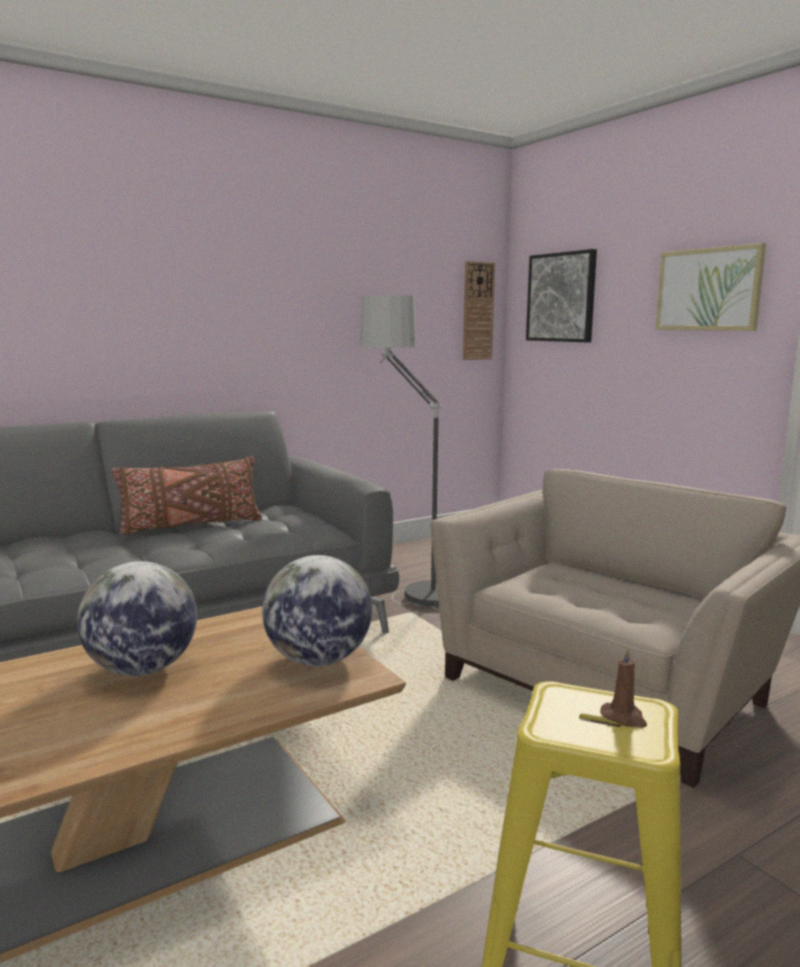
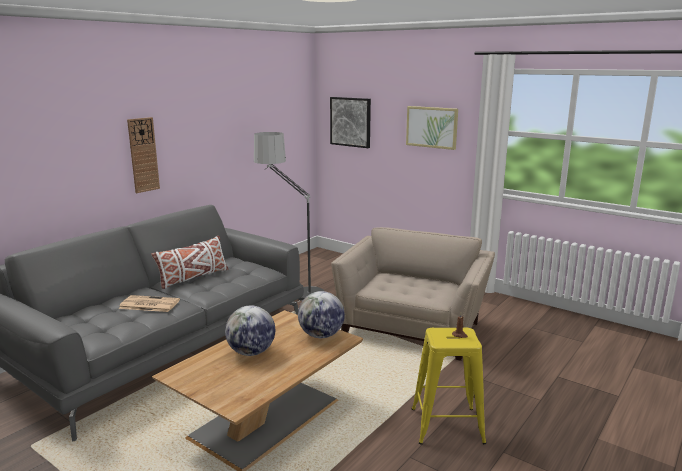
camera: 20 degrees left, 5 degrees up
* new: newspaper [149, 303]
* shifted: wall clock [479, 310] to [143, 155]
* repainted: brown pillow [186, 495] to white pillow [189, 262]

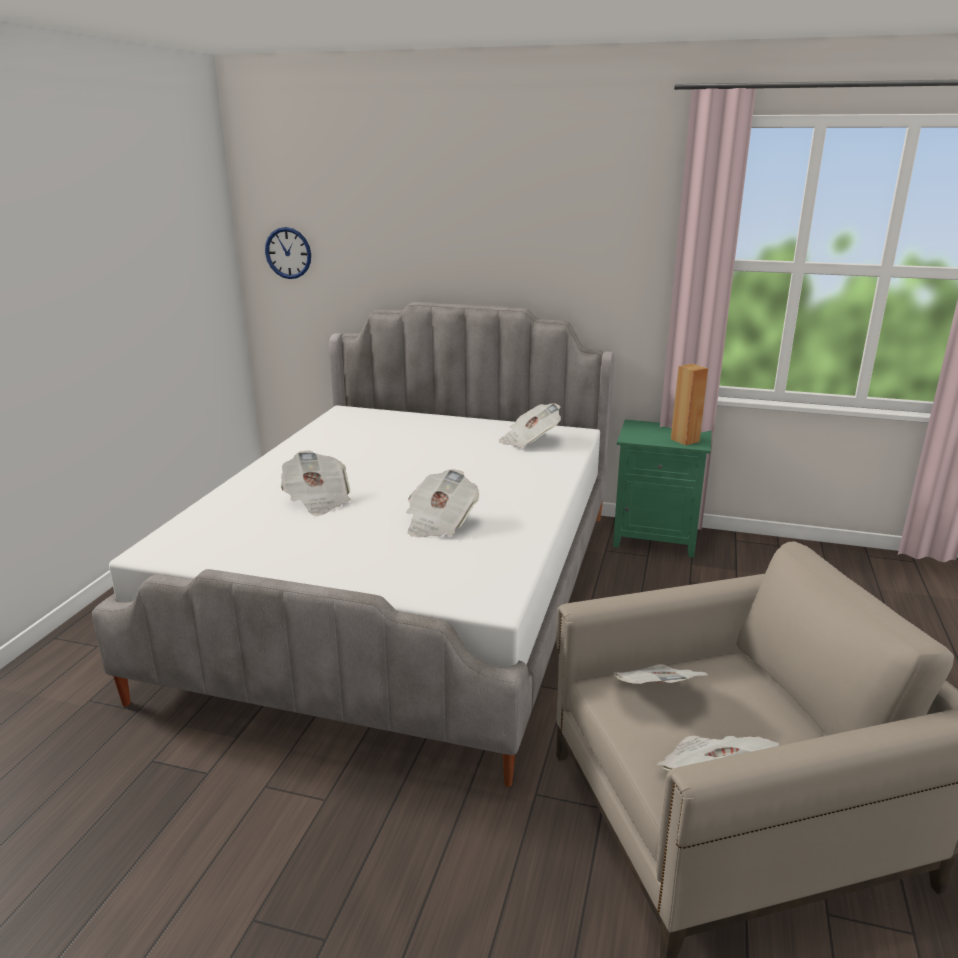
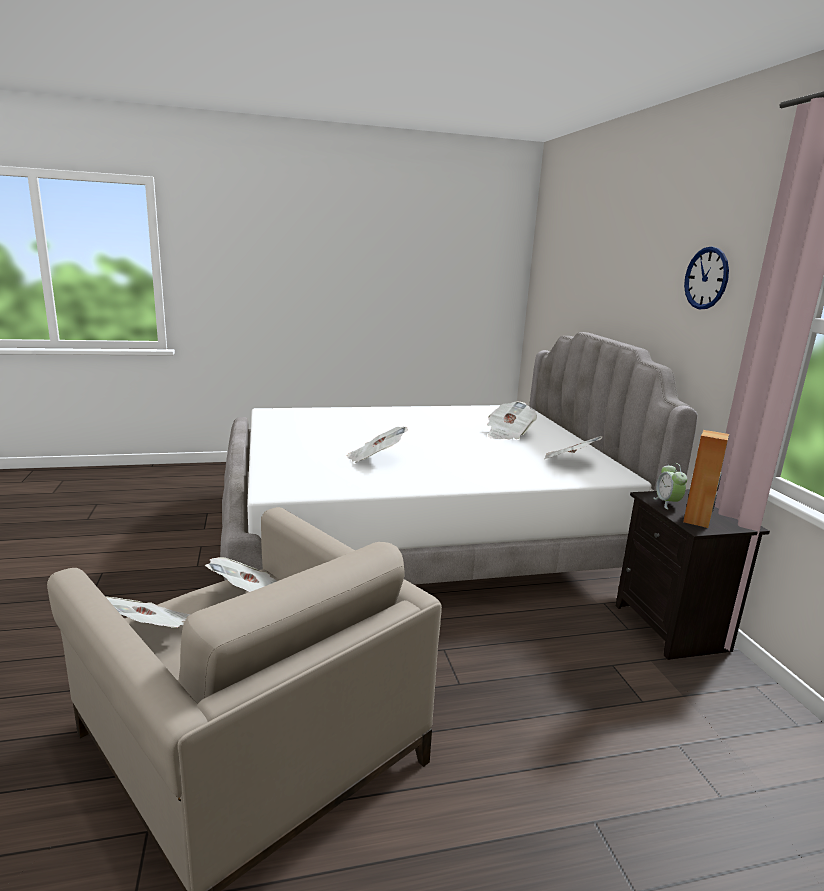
camera: 60 degrees right, 5 degrees down
* new: alarm clock [670, 486]
* shifted: wall clock [288, 253] to [706, 278]
* shifted: newspaper [316, 483] to [512, 420]
* repainted: green nightstand [662, 489] to black nightstand [693, 574]

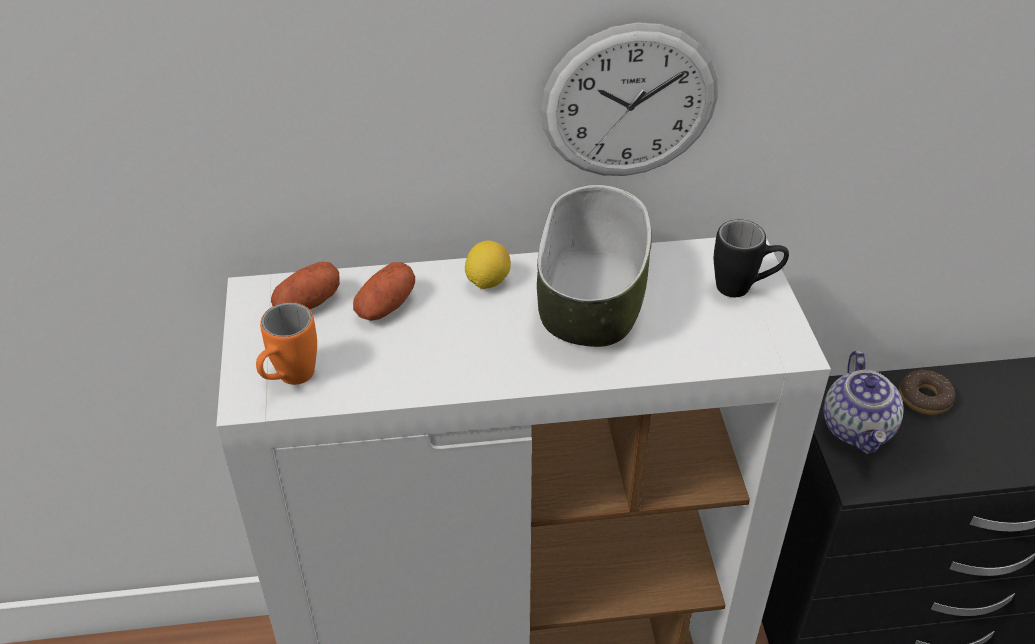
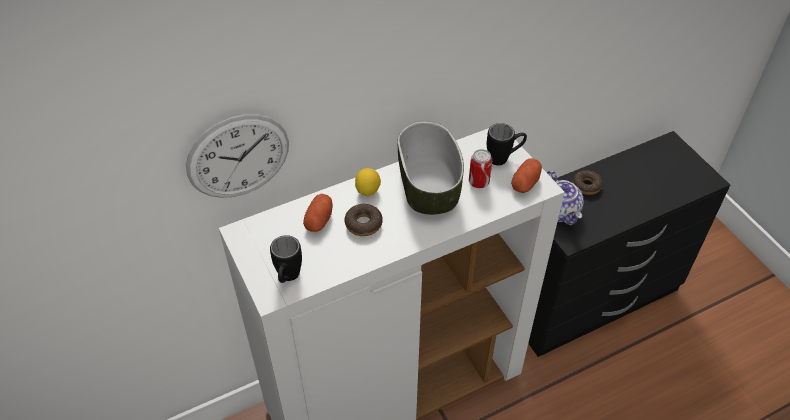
camera: 20 degrees left, 5 degrees up
* new: donut [364, 220]
* new: can [480, 168]
* shifted: potato [305, 285] to [526, 175]
* shifted: wall clock [629, 99] to [237, 156]
* repainted: orange mug [286, 343] to black mug [286, 259]

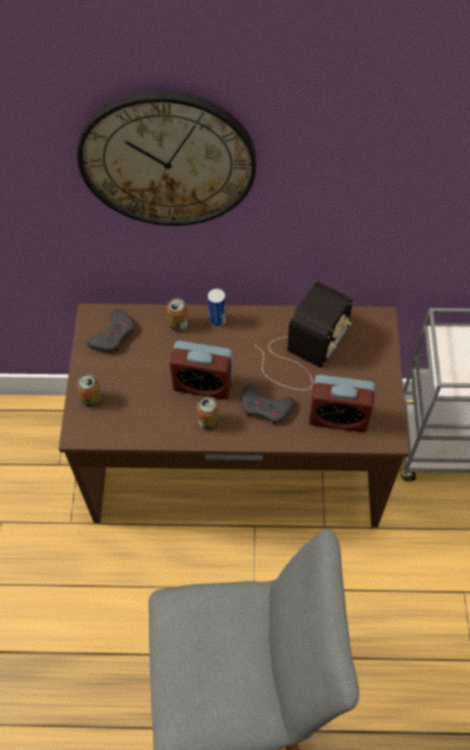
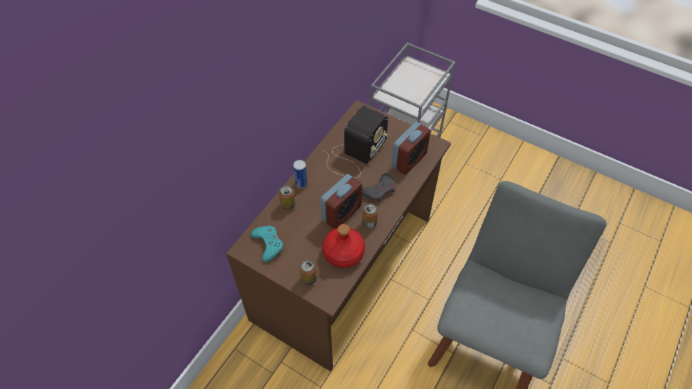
camera: 60 degrees left, 5 degrees down
* gone: wall clock [166, 158]
* new: red bottle [343, 246]
* repainted: grey game controller [110, 330] to turquoise game controller [267, 244]
* rotated: radio [303, 336] = [355, 142] 60 degrees clockwise

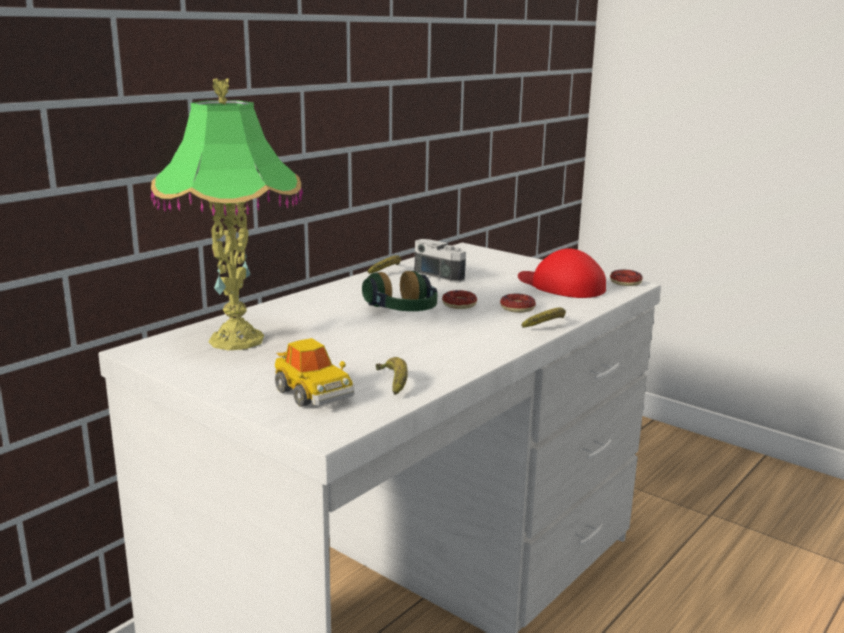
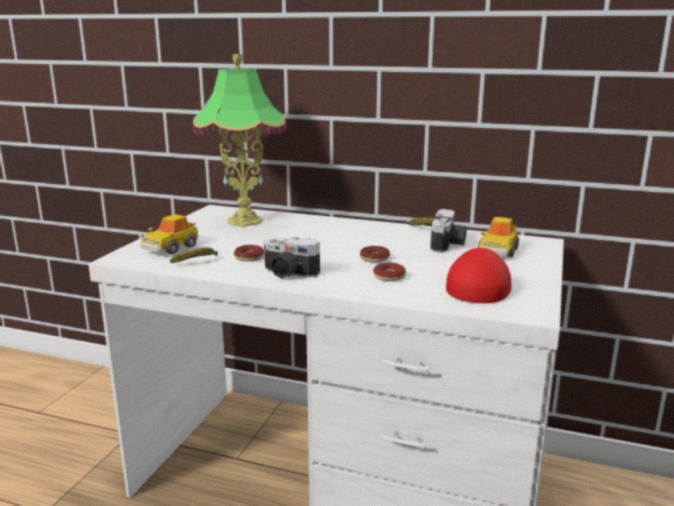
camera: 70 degrees right, 0 degrees up
* gone: headphones [400, 291]
* gone: banana [543, 318]
* new: photo camera [292, 258]
* new: toy car [498, 237]
* shifted: donut [626, 277] to [249, 253]

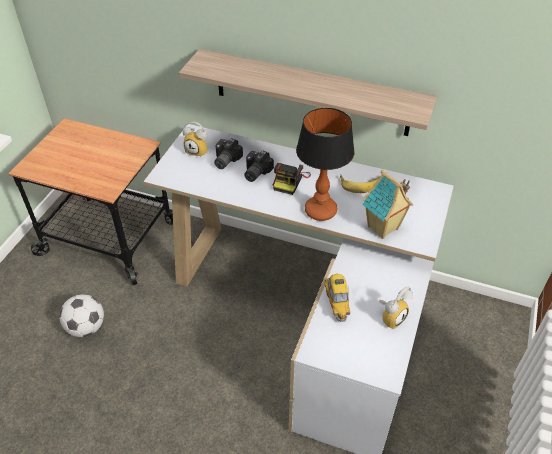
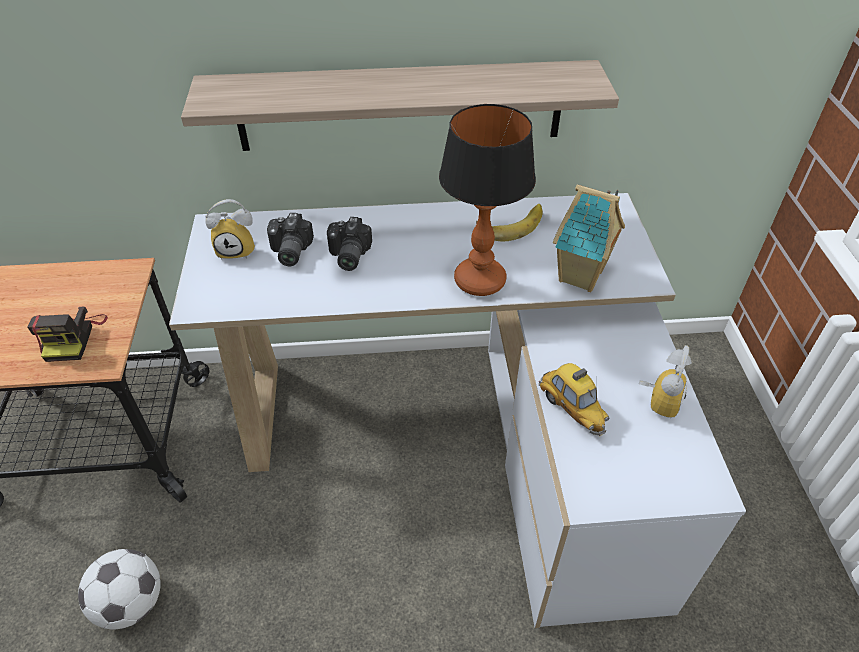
camera: 25 degrees left, 0 degrees up
* shifted: photo camera [292, 179] to [67, 334]

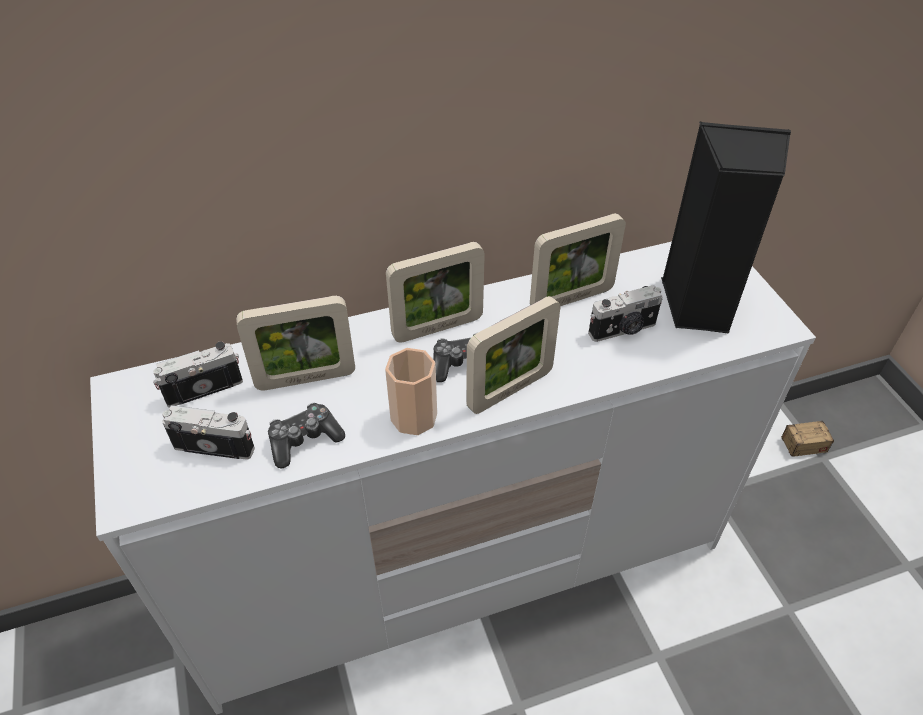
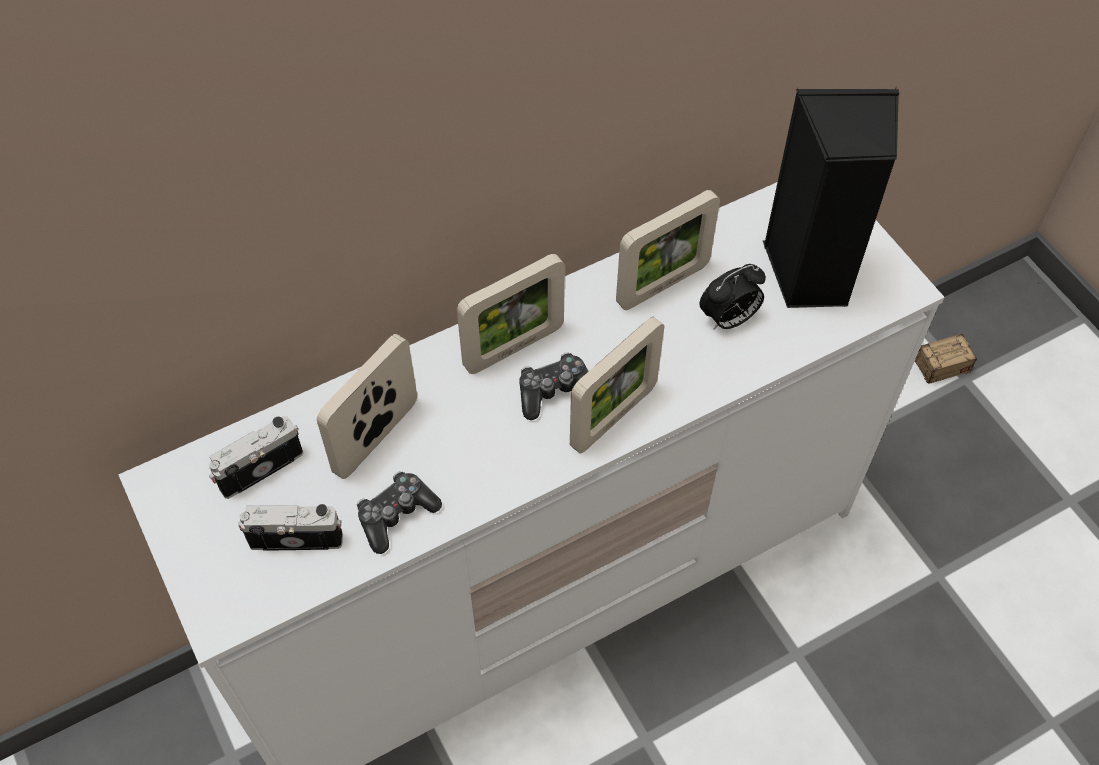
camera: 10 degrees left, 10 degrees up
* gone: cup [411, 391]
* swapped: photo camera [625, 313] to alarm clock [733, 297]
* rotated: picture frame [295, 343] = [367, 406] 150 degrees clockwise

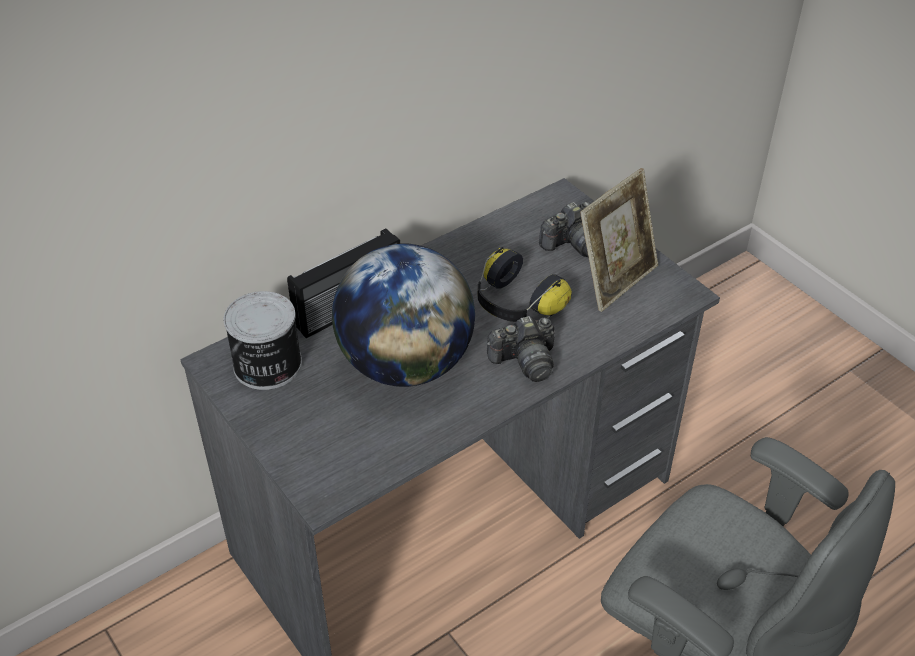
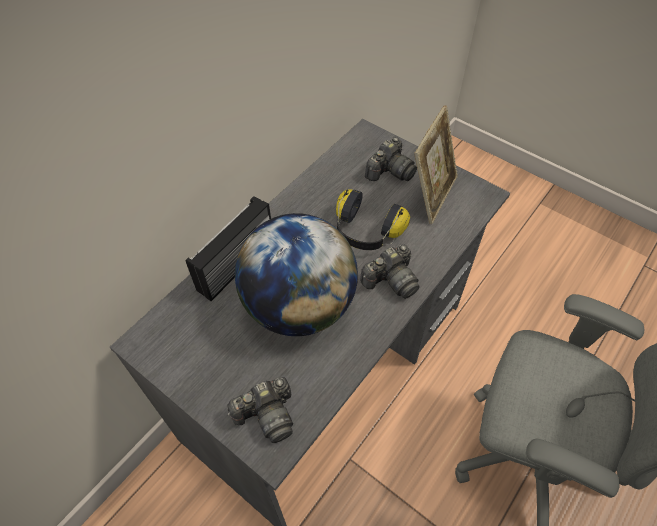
camera: 15 degrees left, 10 degrees up
* gone: can [263, 340]
* new: photo camera [260, 410]

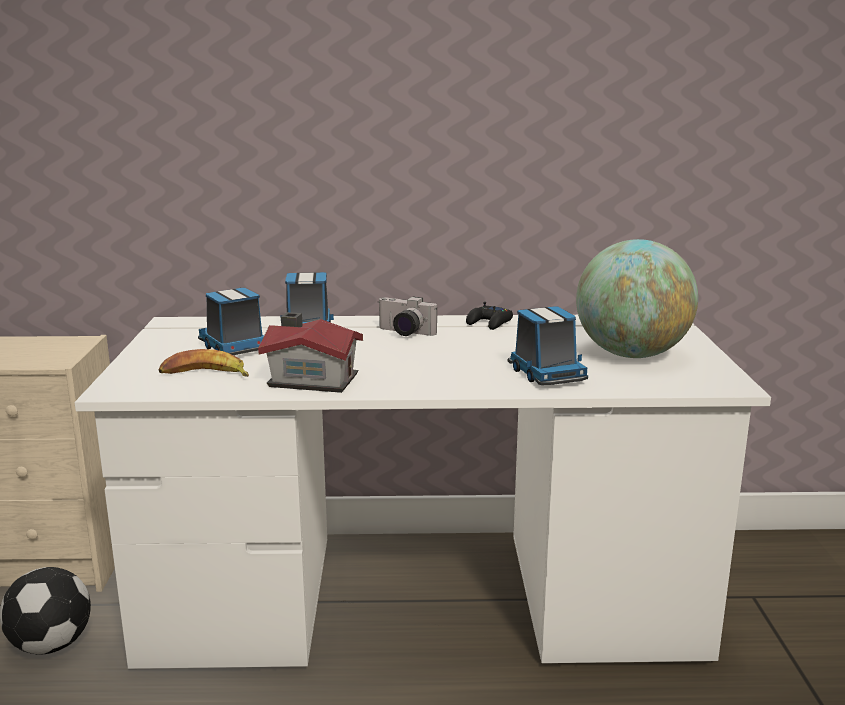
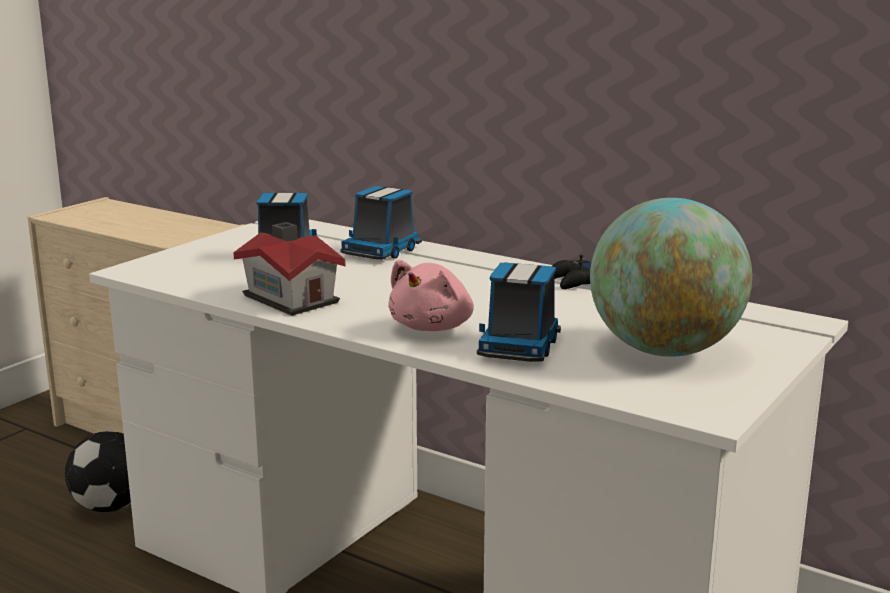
camera: 35 degrees right, 0 degrees up
* gone: banana [204, 363]
* gone: photo camera [407, 316]
* new: pink plush toy [431, 295]

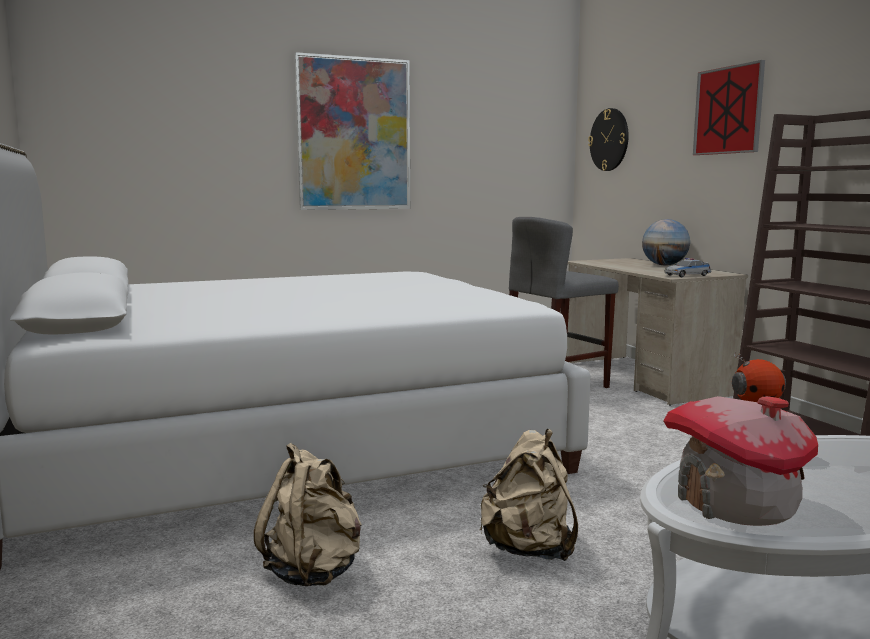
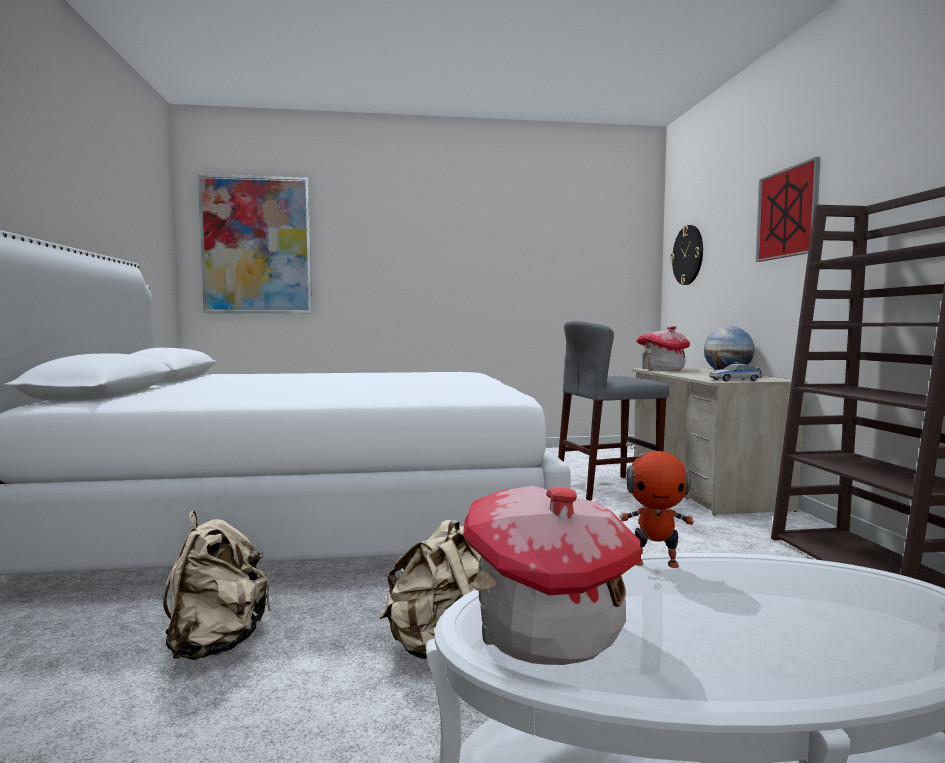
camera: 15 degrees right, 5 degrees down
* new: toy house [663, 348]
* shifted: picture [352, 131] to [255, 243]

